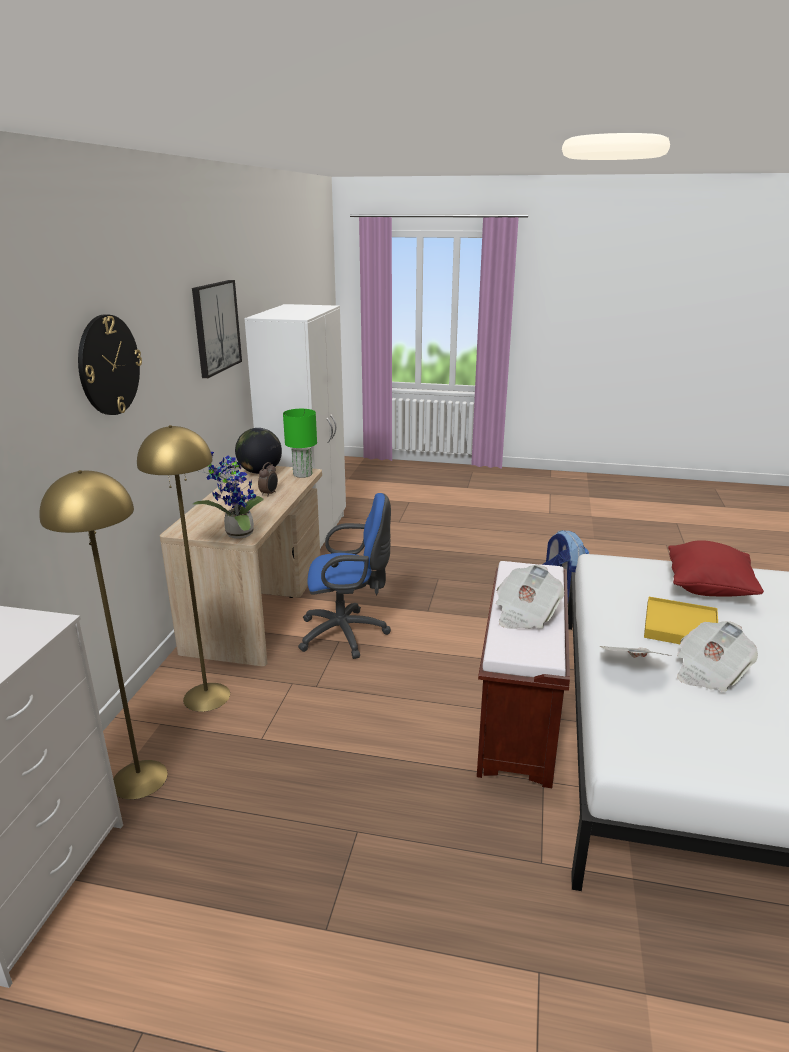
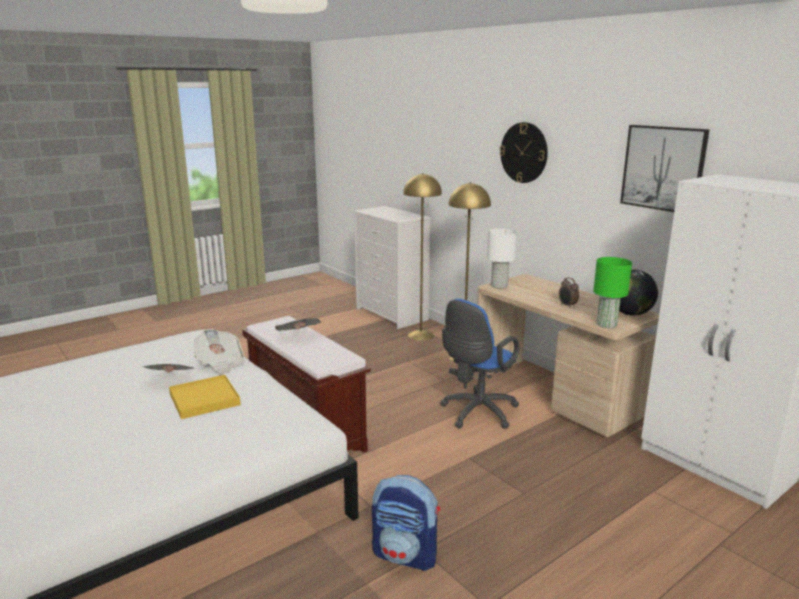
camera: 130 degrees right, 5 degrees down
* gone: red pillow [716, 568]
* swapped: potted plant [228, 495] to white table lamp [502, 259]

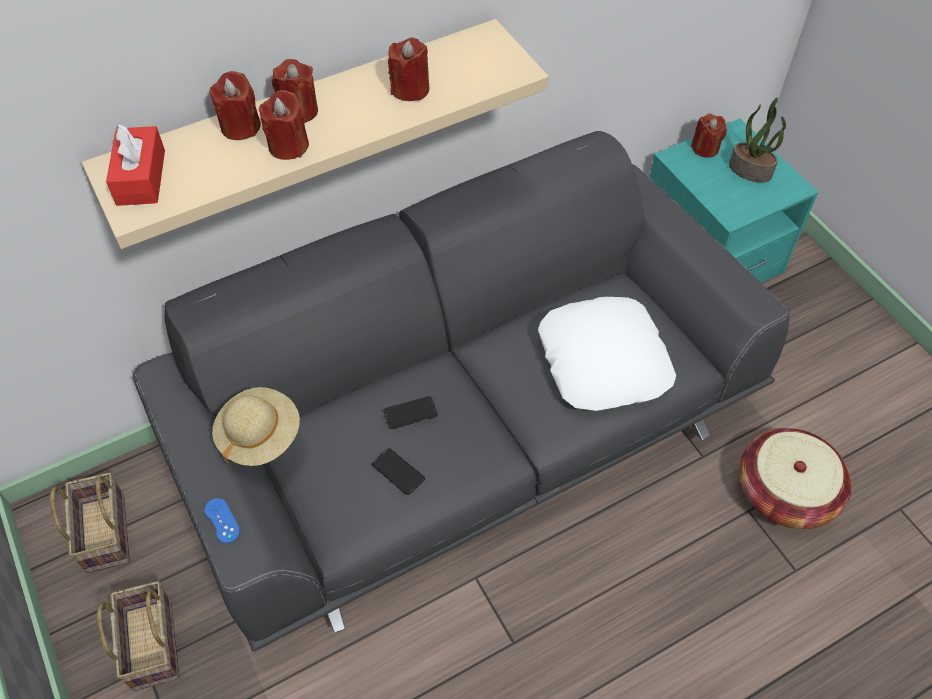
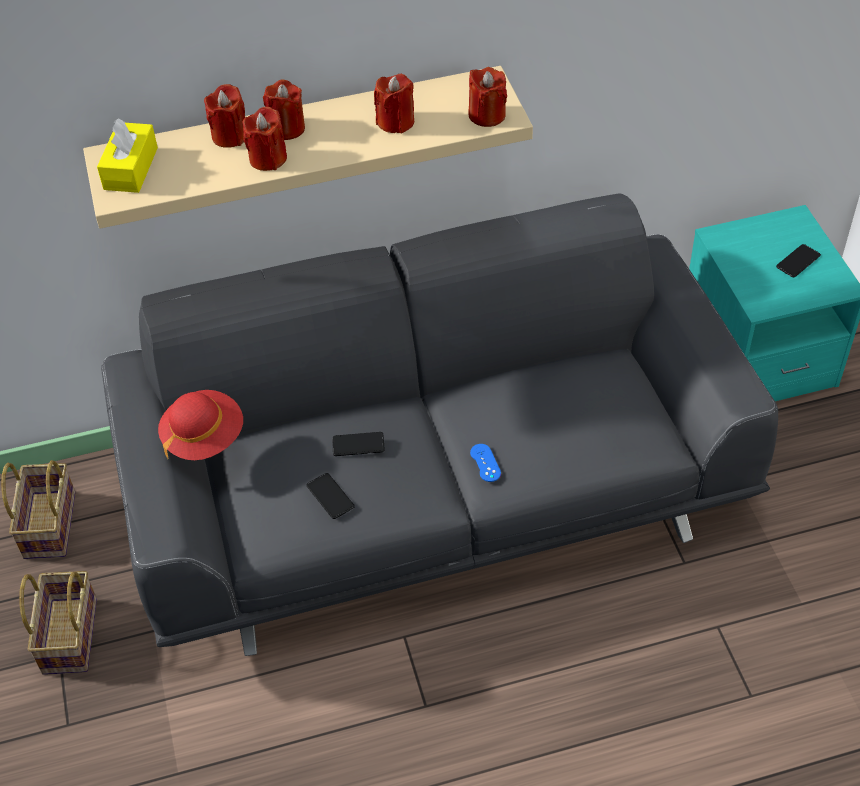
camera: 15 degrees right, 5 degrees down
* gone: white pillow [607, 354]
* gone: basket [795, 478]
* shifted: blue game controller [222, 520] to [485, 463]
* shifted: red candle [709, 136] to [487, 97]
* swapped: potted plant [757, 140] to phone [798, 260]
* repainted: red tissue box [135, 165] to yellow tissue box [127, 155]
* repainted: beige hat [256, 426] to red hat [200, 425]

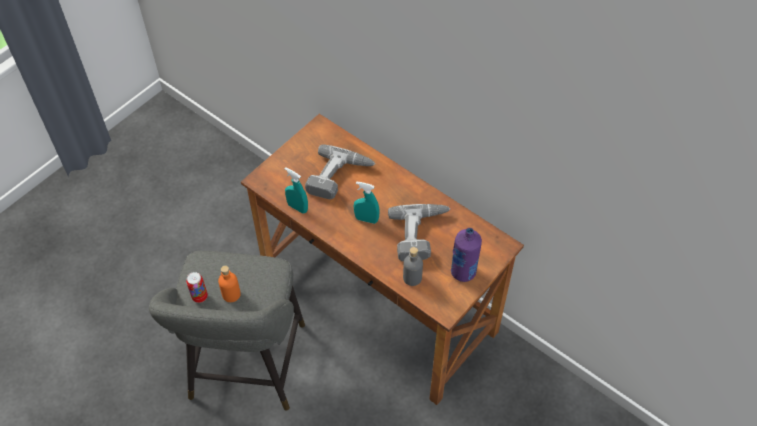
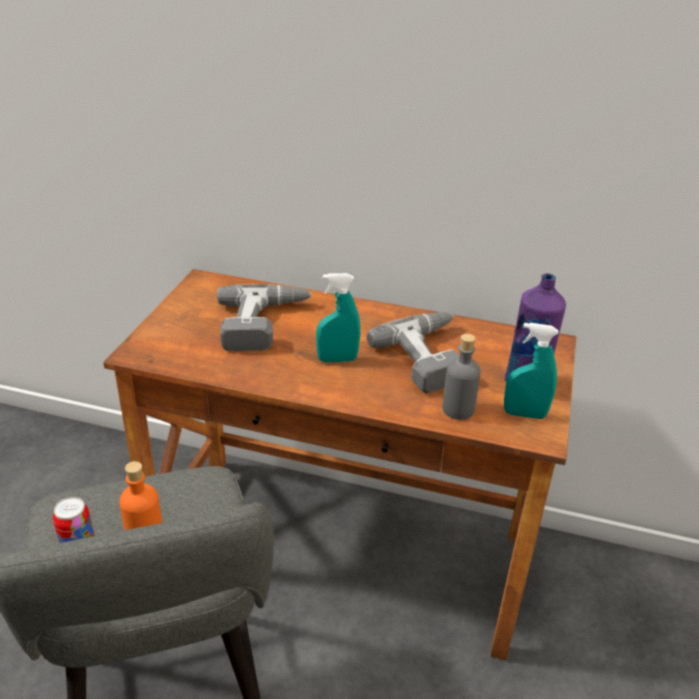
camera: 25 degrees left, 20 degrees down
* shifted: turquoise spray bottle [296, 190] to [531, 371]

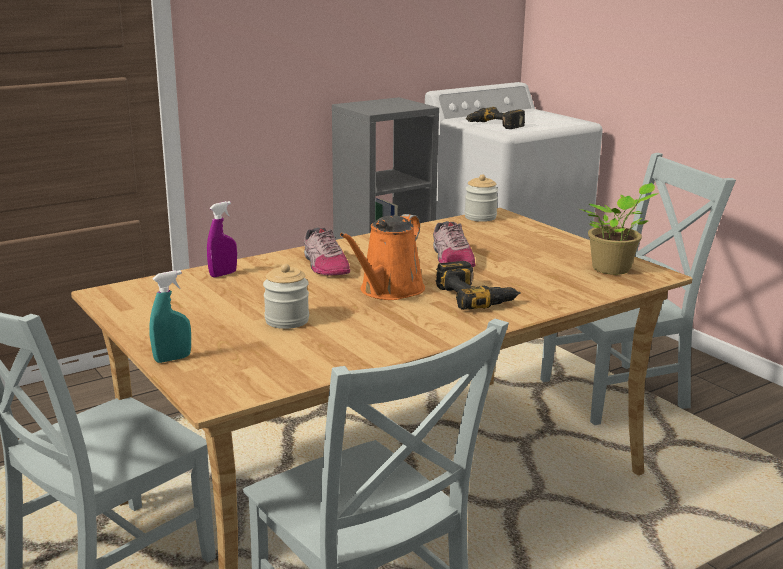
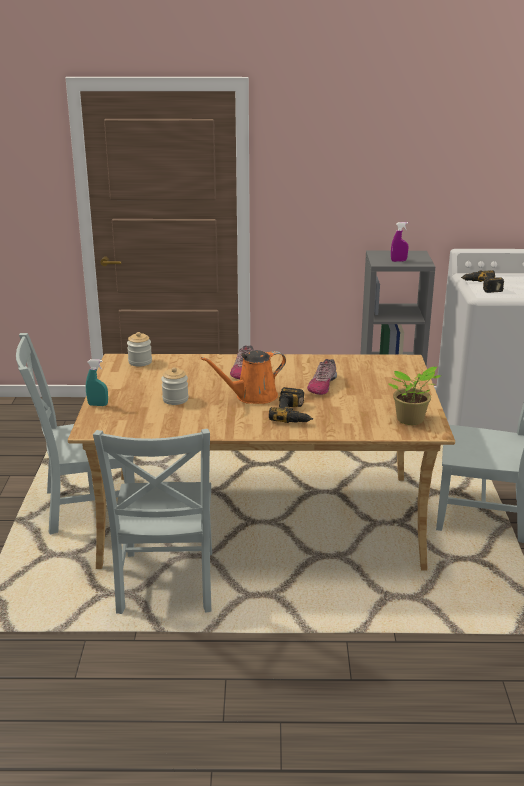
camera: 35 degrees right, 5 degrees up
* shifted: purple spray bottle [222, 239] to [399, 242]
* shifted: jar [481, 198] to [139, 349]

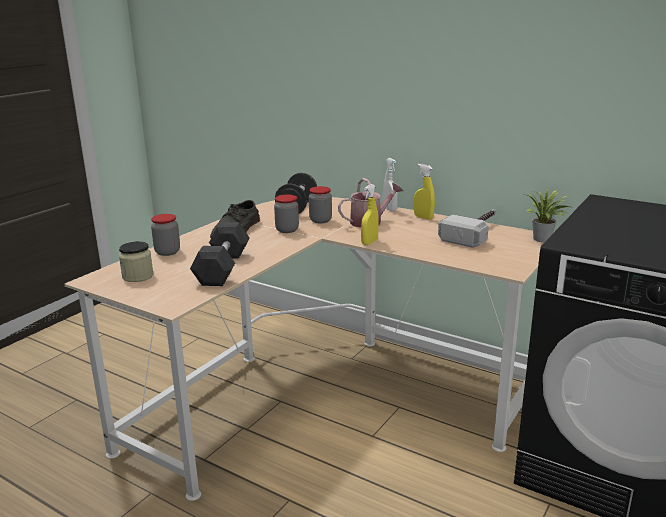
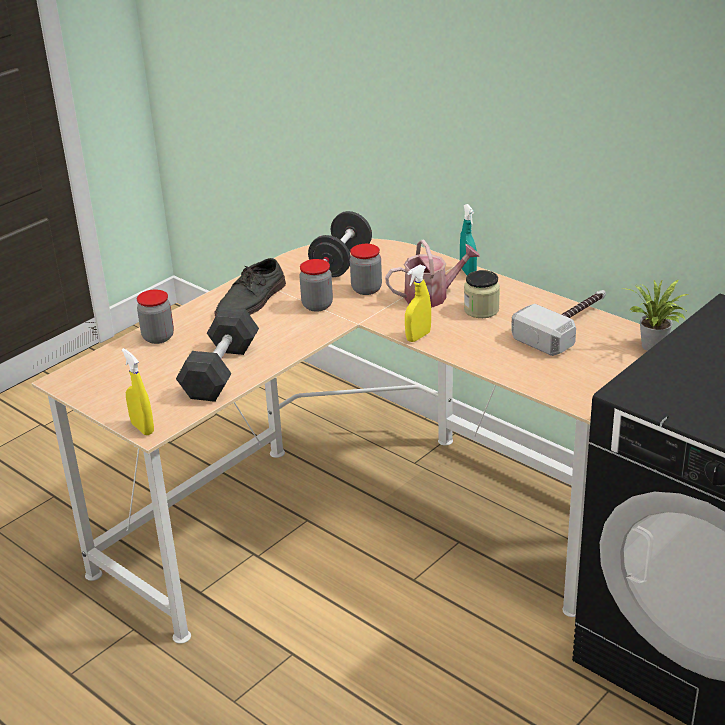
camera: 10 degrees right, 10 degrees up
* shifted: jar [136, 261] to [482, 294]
* shifted: yellow spray bottle [424, 192] to [138, 391]
* repainted: white spray bottle [390, 184] to turquoise spray bottle [468, 239]

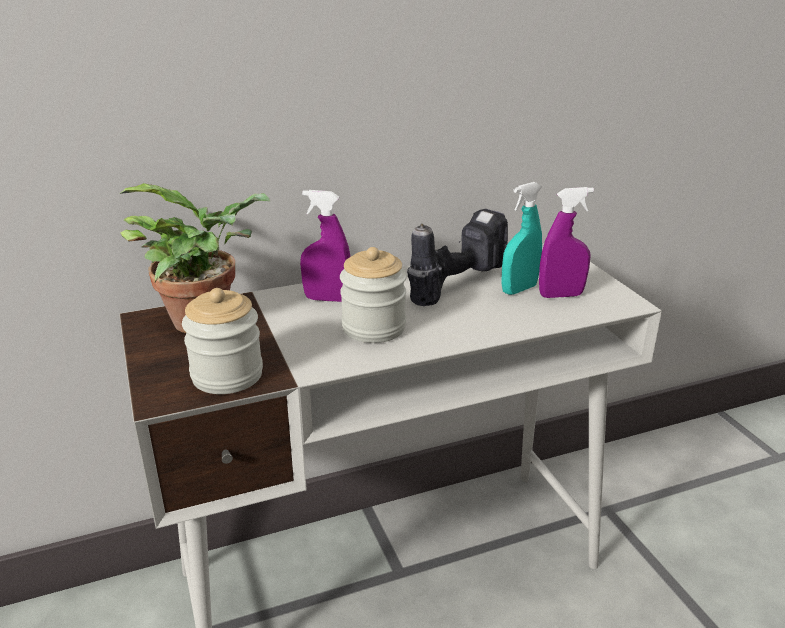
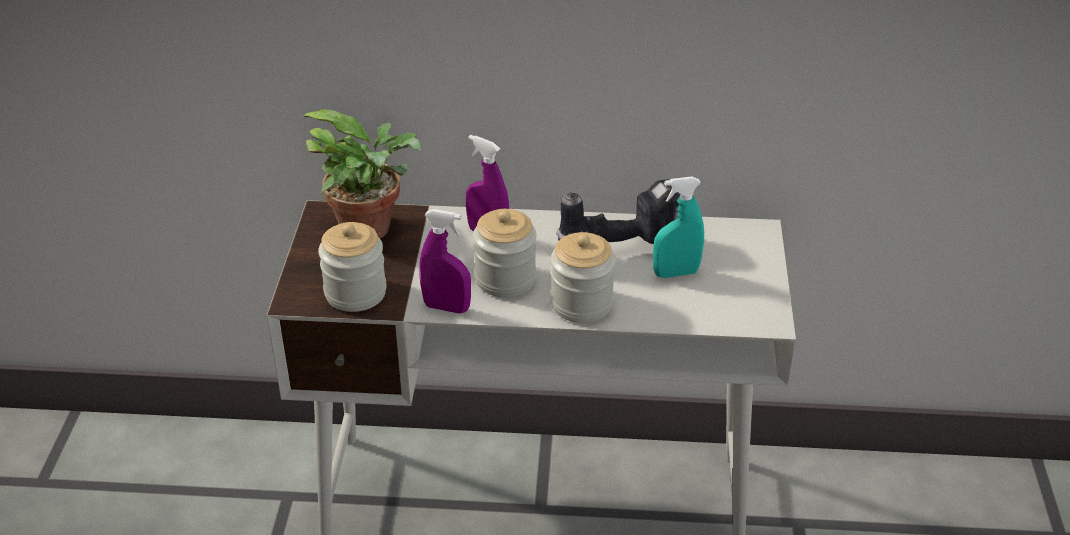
camera: 25 degrees right, 10 degrees up
* new: jar [583, 277]
* shifted: purple spray bottle [566, 242] to [445, 261]

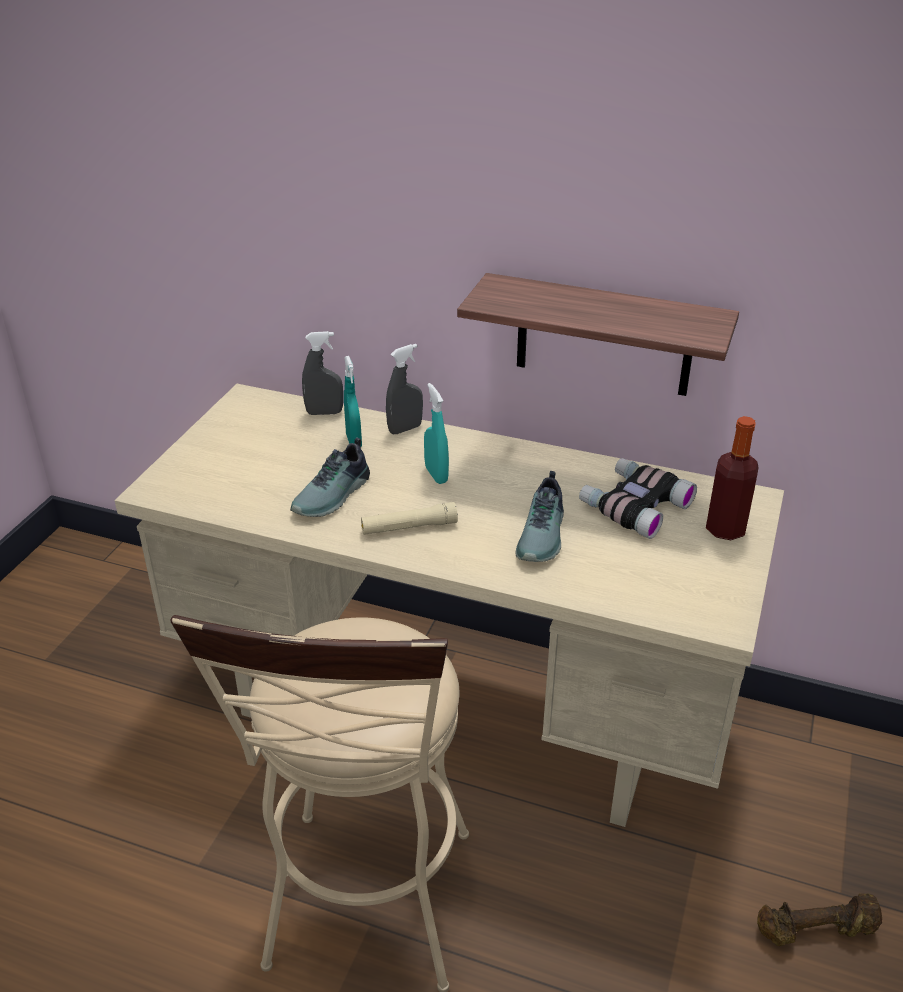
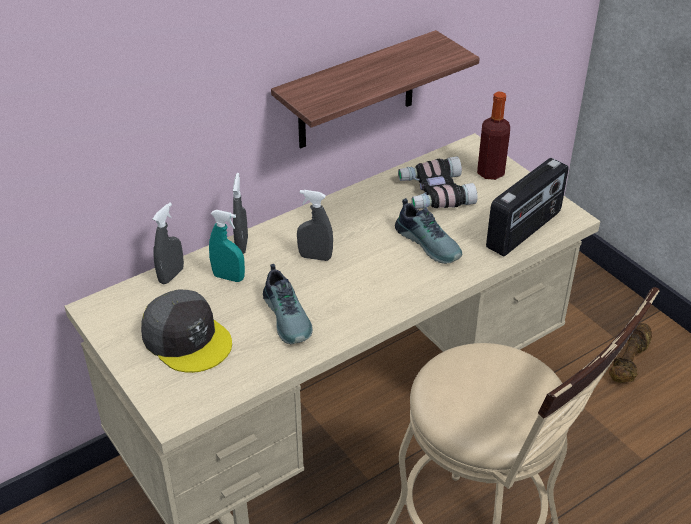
camera: 55 degrees left, 5 degrees up
* gone: beige flashlight [409, 518]
* new: grey cap [186, 331]
* new: radio [527, 207]
* repainted: turquoise spray bottle [436, 433] to grey spray bottle [315, 225]

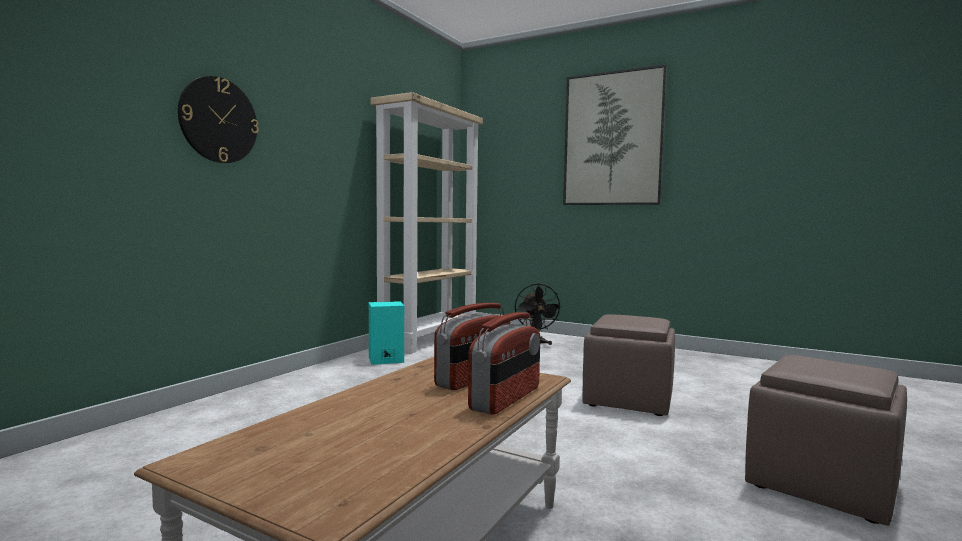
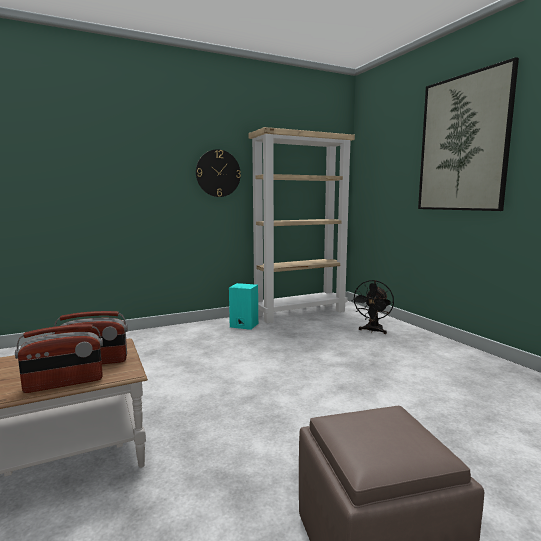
camera: 35 degrees right, 5 degrees up
* gone: brown ottoman [628, 365]
* shifted: wall clock [218, 119] to [218, 173]

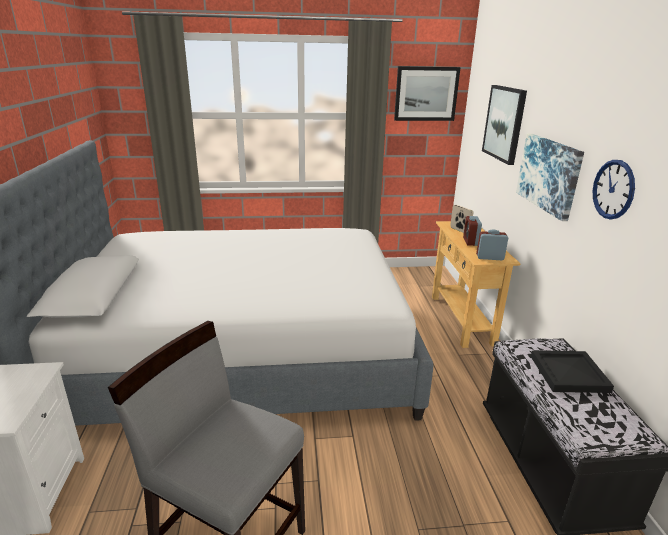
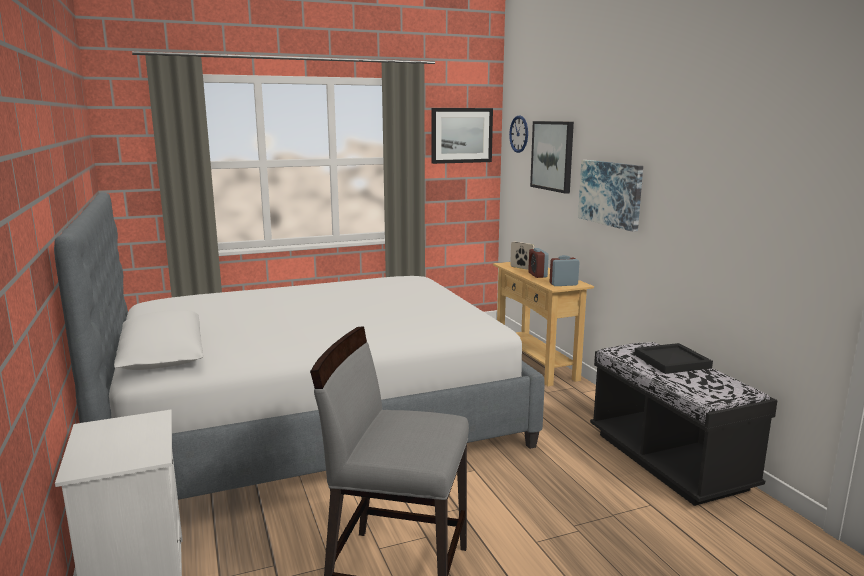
camera: 15 degrees left, 10 degrees down
* shifted: wall clock [614, 189] to [518, 134]

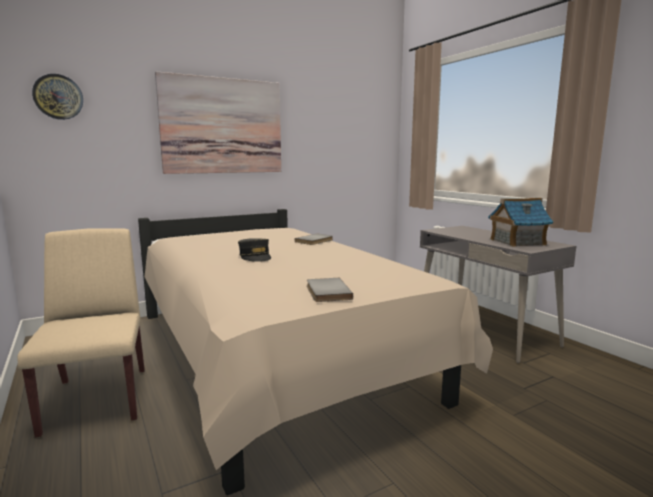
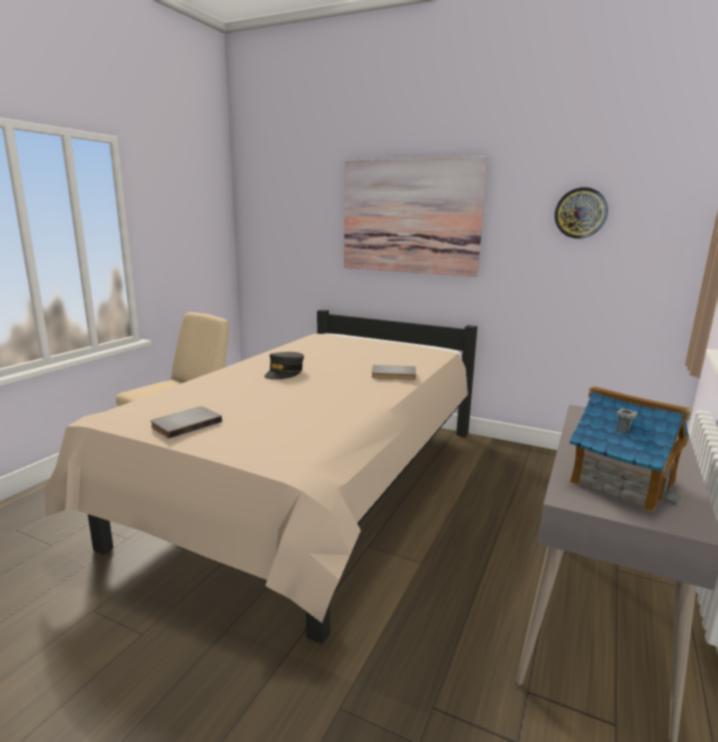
camera: 55 degrees right, 5 degrees up
* shifted: wall clock [57, 97] to [581, 213]

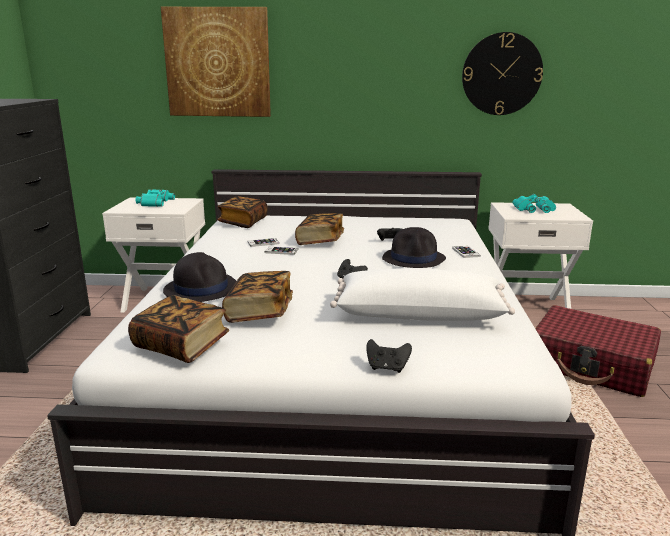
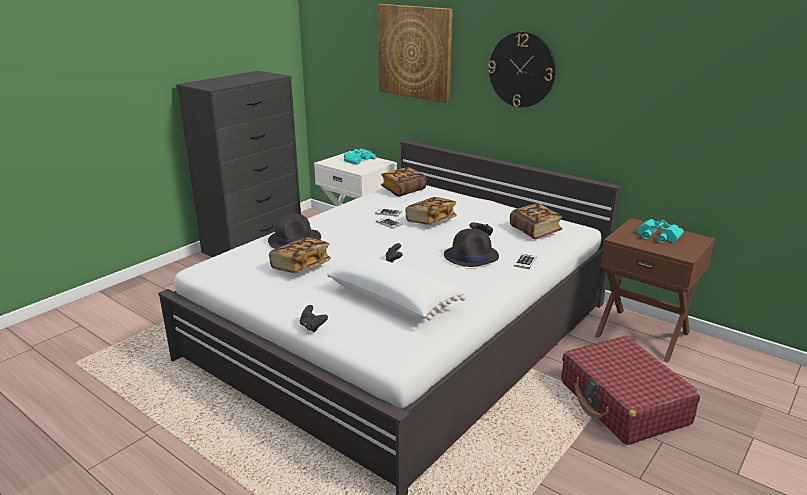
camera: 35 degrees right, 5 degrees up
* shifted: book [178, 329] to [536, 221]
* shifted: wall clock [502, 73] to [522, 69]
* repainted: white nightstand [540, 255] to brown nightstand [655, 290]

